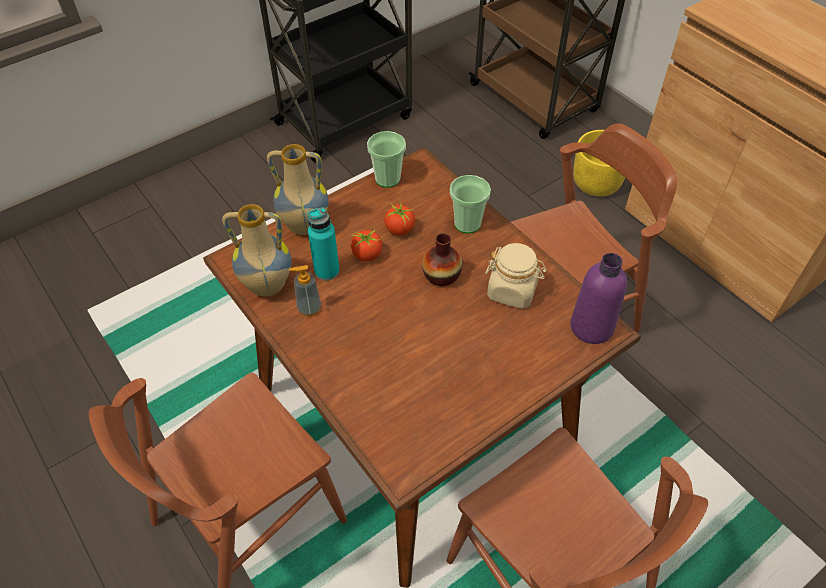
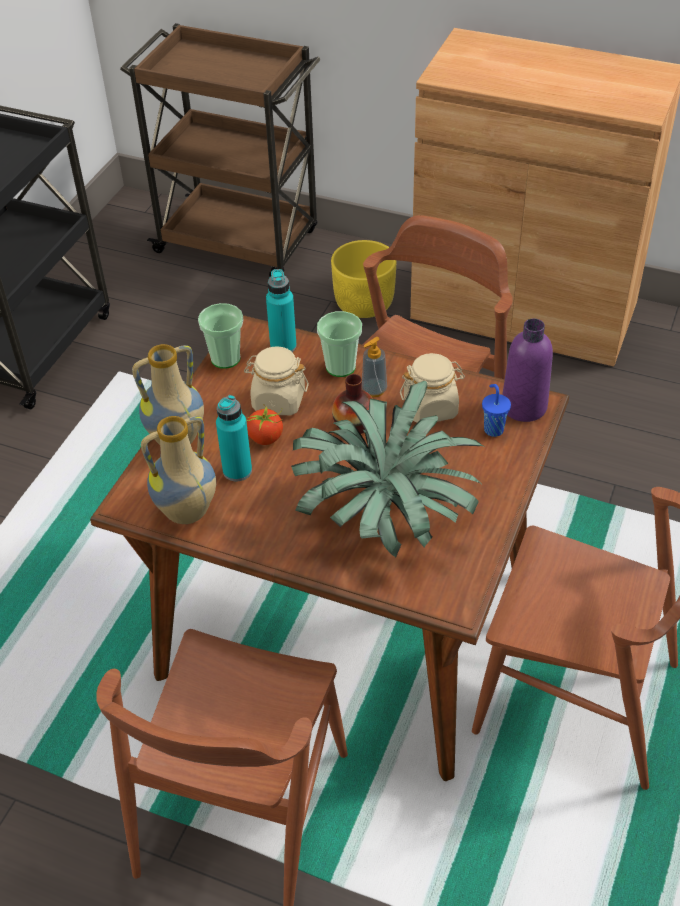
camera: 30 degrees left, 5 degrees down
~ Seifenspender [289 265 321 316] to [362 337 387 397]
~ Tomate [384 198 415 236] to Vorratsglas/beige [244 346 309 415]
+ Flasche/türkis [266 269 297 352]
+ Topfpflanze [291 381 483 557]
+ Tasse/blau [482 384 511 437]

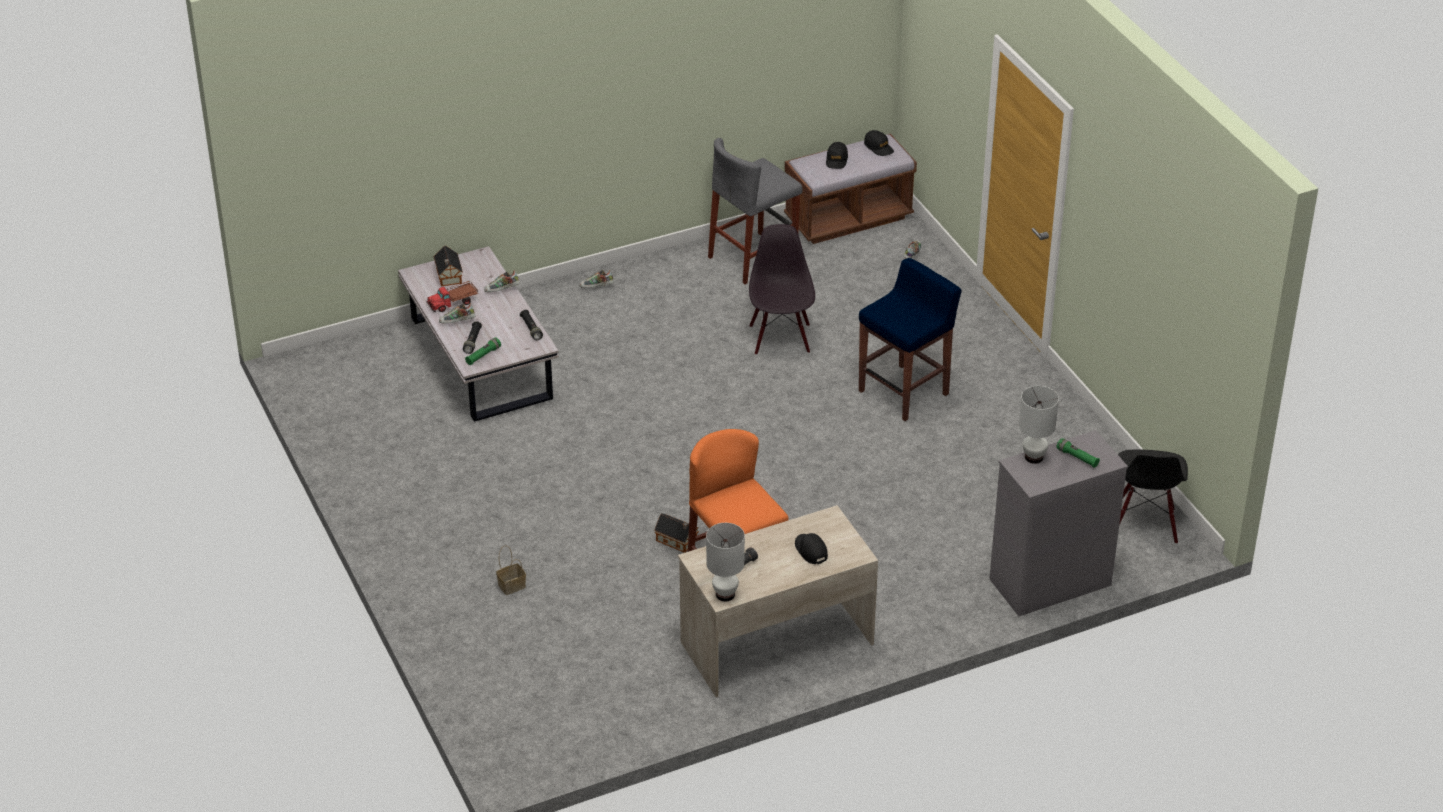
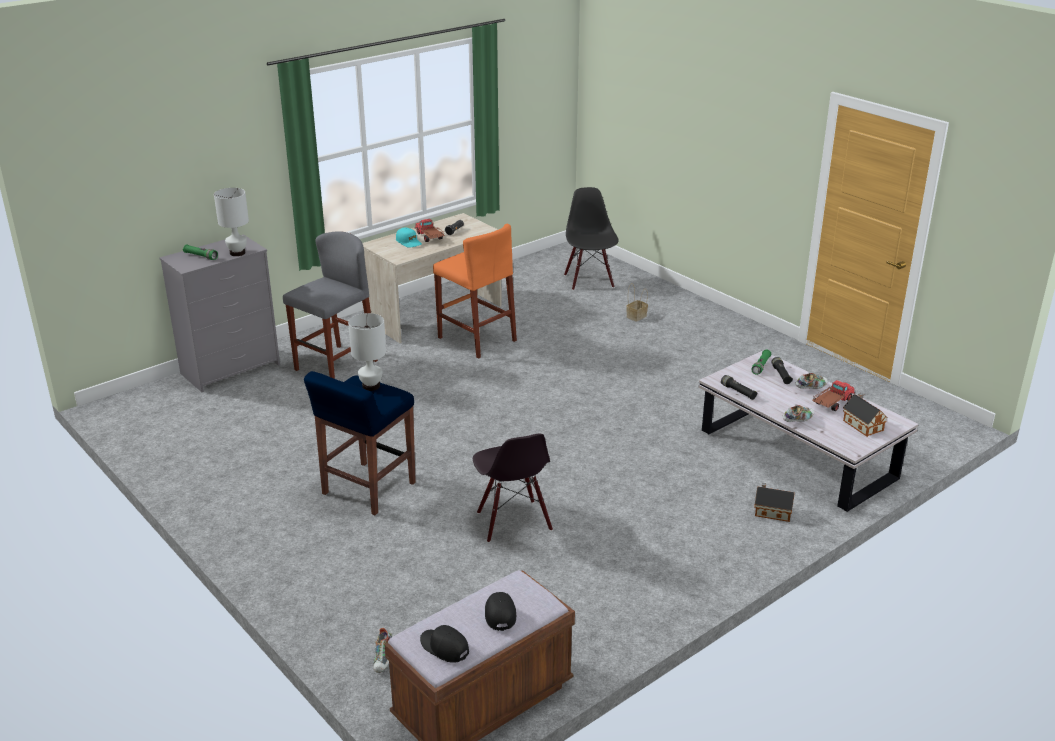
camera: 165 degrees right, 10 degrees down
- Schuh [579 270 614 288]
~ Spielzeughaus [654 513 699 553] to [754 483 795 522]
~ Tischlampe/weiß [706 523 745 602] to [348 313 386 391]
~ Hocker/grau [708 138 803 284] to [283 231 378 379]
~ Kappe/schwarz [795 533 828 564] to Kappe/türkis [396 228 422 248]
~ Stuhl/schwarz [1118 449 1188 544] to [564 187 619 290]
+ Spielzeuglaster [415 219 445 242]

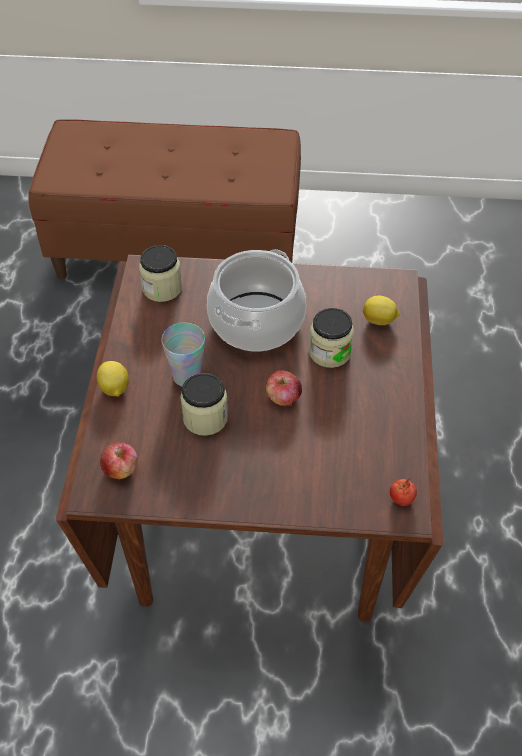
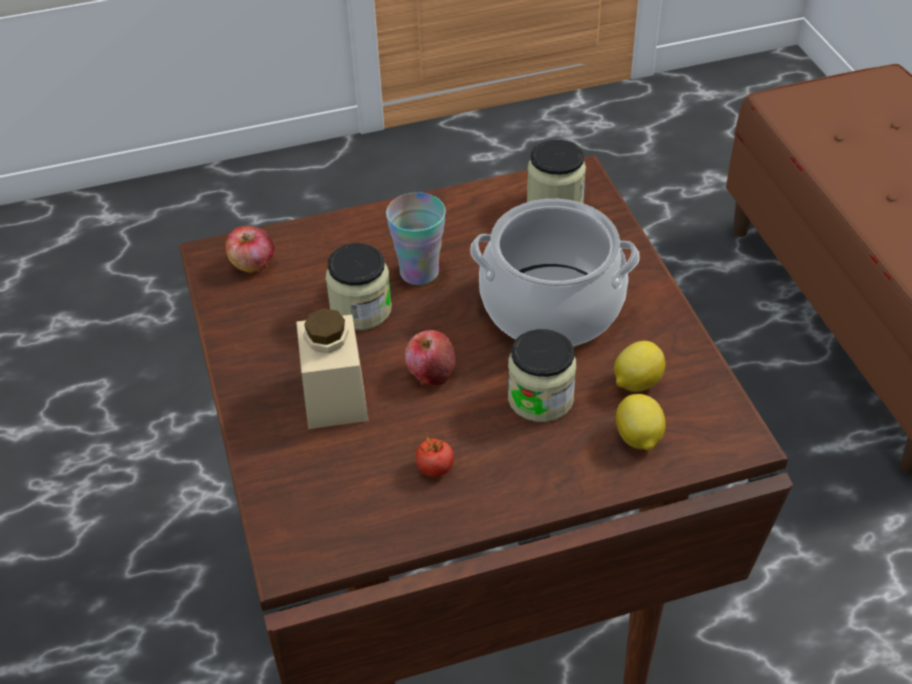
camera: 70 degrees right, 5 degrees down
~ Zitrone [97 361 129 397] to [614 341 666 392]
~ Tomate [390 477 417 506] to [416 436 454 477]
+ Vorratsglas/beige [296 308 369 429]

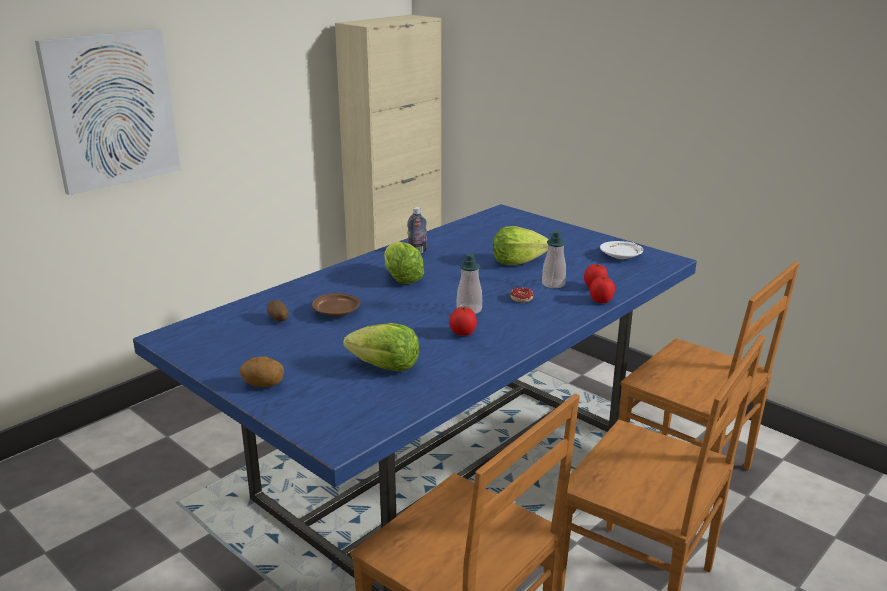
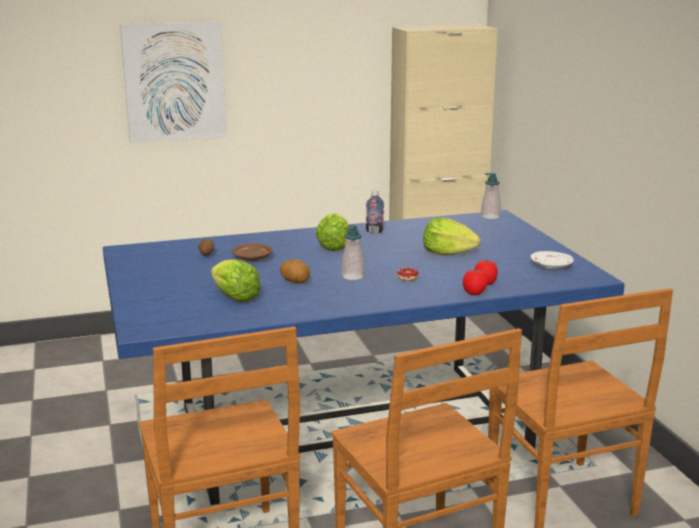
camera: 30 degrees right, 5 degrees down
~ Kartoffel [240 356 284 387] to [280 259 310 283]
- Tomate [449 307 477 336]
~ Seifenspender [542 231 566 288] to [481 173 501 219]

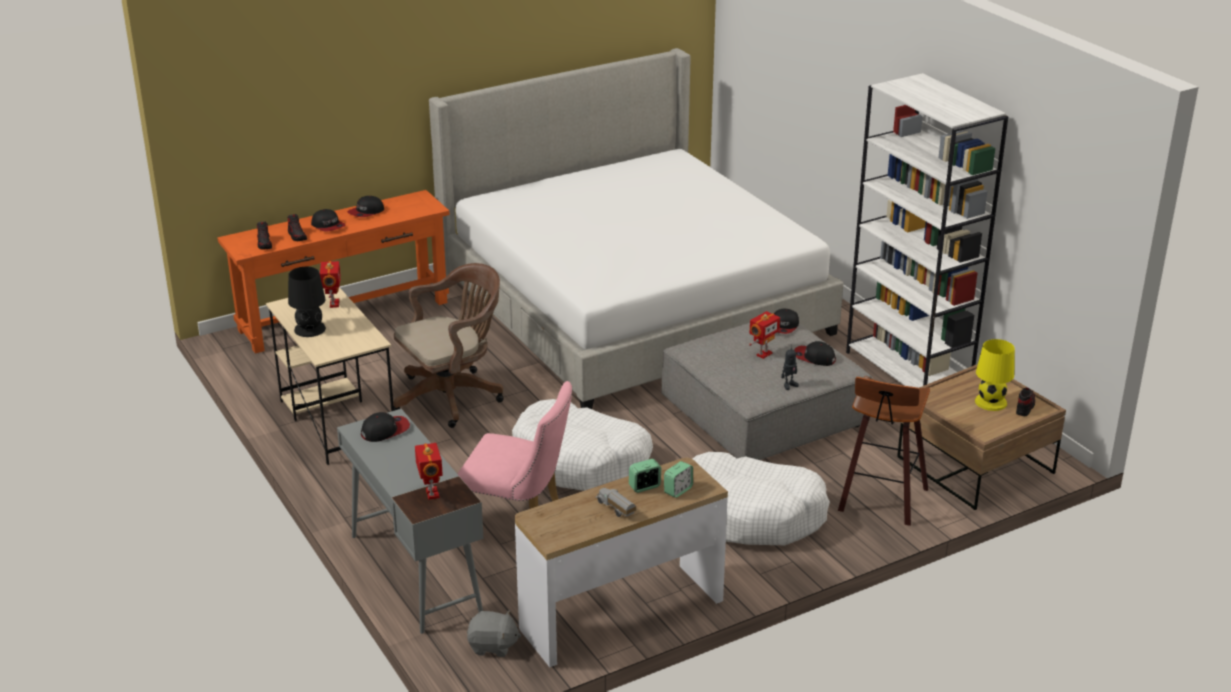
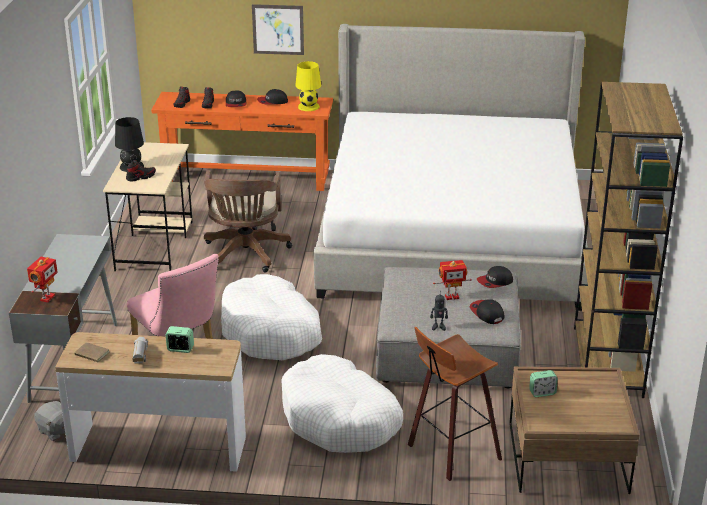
camera: 35 degrees right, 0 degrees up
- Spielzeugroboter [320 261 341 308]
- Kappe [361 412 410 442]
~ Bürostuhl/braun [394 263 503 428] = [204 170 292 272] 90 degrees clockwise
~ Wecker [664 461 693 498] to [529 370 558 397]
~ Bücherregal/weiß [846 73 1008 388] to Bücherregal/braun [574 82 683 398]
~ Tischlampe/gelb [975 339 1015 411] to [295 61 321 111]
~ Schuh [1016 387 1035 416] to [126 160 156 181]
+ Buch/braun [74 342 110 364]
+ Bild [252 4 304 55]

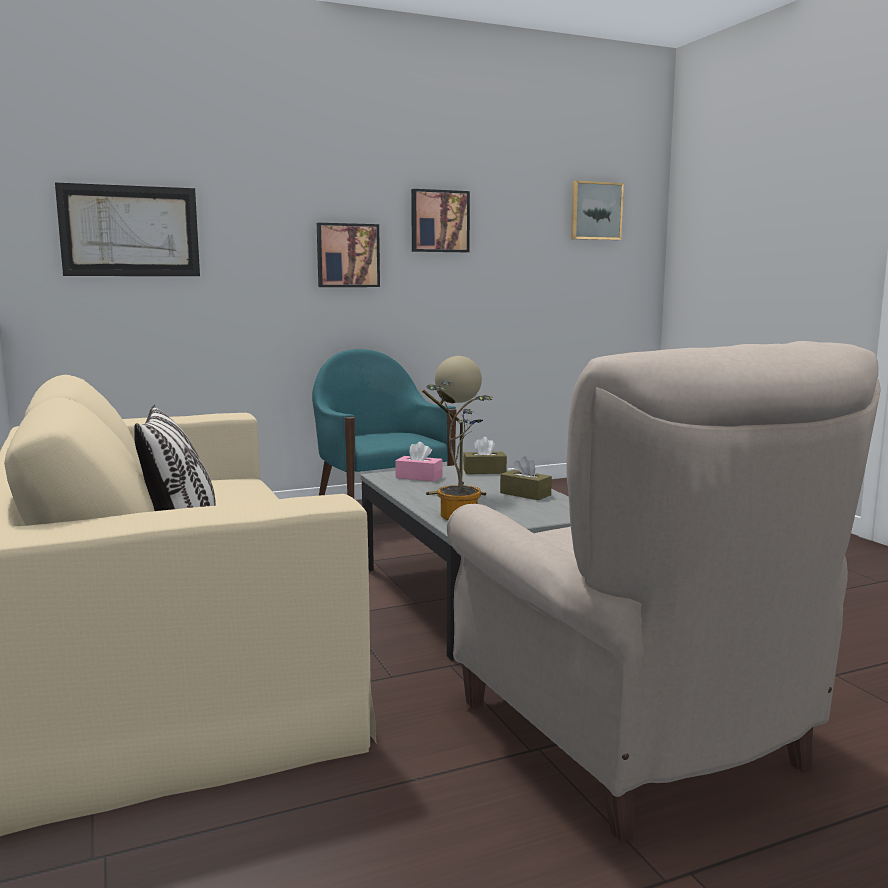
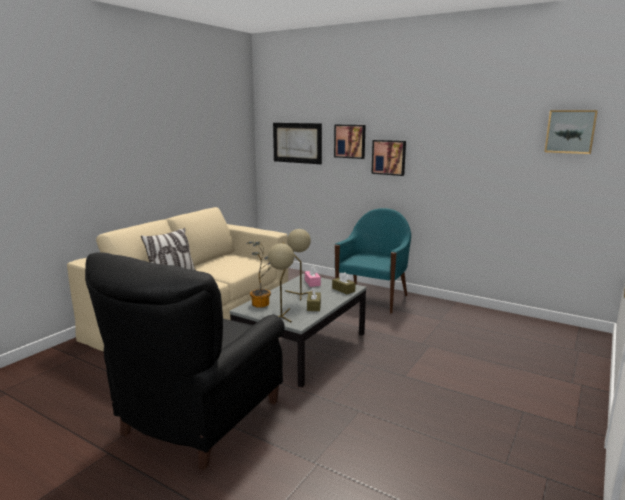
camera: 55 degrees right, 5 degrees up
~ Bild [411 189 470 252] to [334 124 366 159]
~ Sessel/beige [447 341 881 843] to Sessel/schwarz [85 252 285 470]
+ Tischlampe/beige [268 243 294 322]

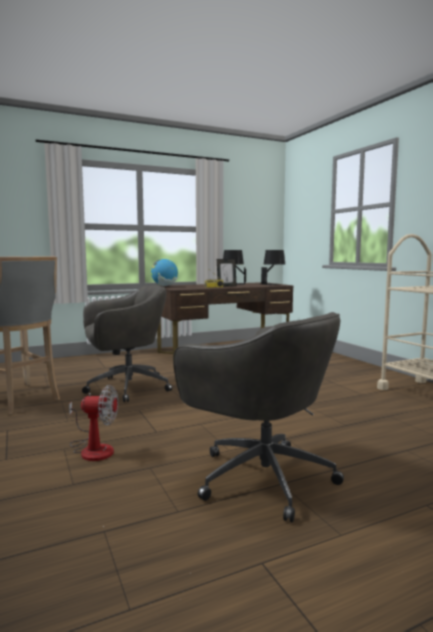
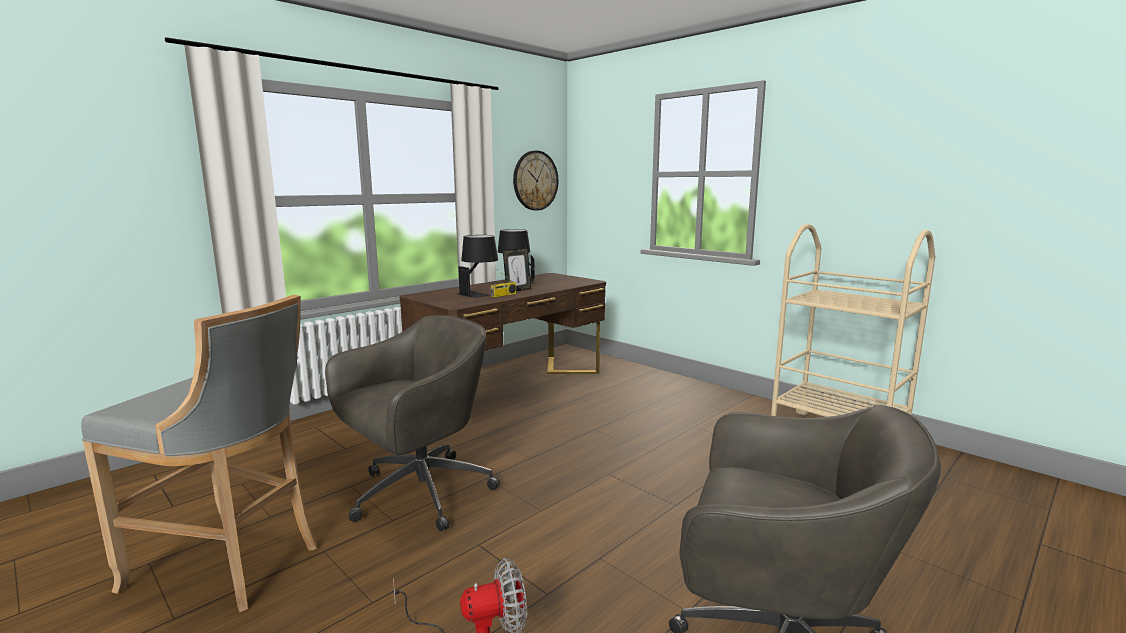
camera: 20 degrees left, 5 degrees up
- Globus [151 259 178 286]
~ Tischlampe/schwarz [261 250 285 285] to [456 235 498 298]
+ Wanduhr [513 151 558 211]

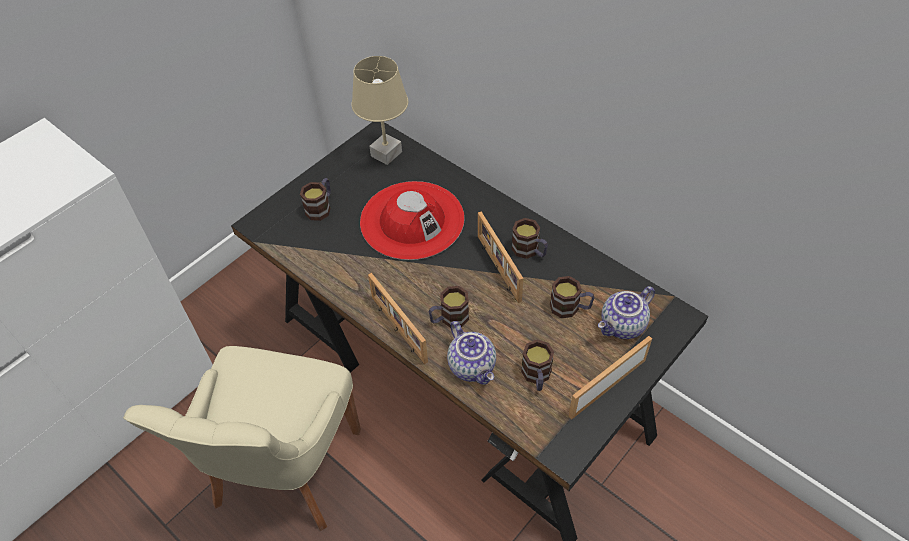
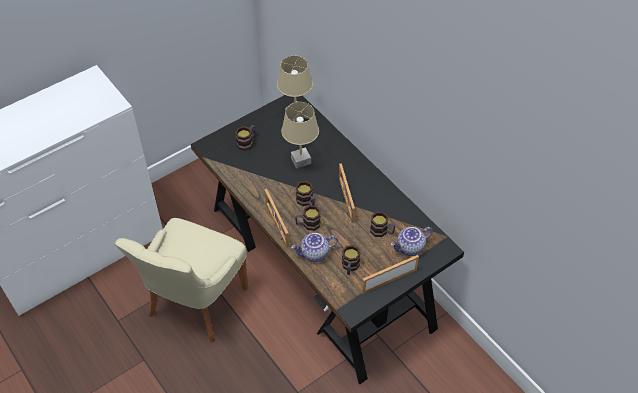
camera: 10 degrees right, 0 degrees up
~ Hut/rot [360 181 465 260] to Tischlampe/beige [281 102 319 168]
~ Teekanne [447 321 496 385] = [291 233 338 262] 90 degrees clockwise
~ Henkelbecher [511 218 548 259] to [296 181 315 206]

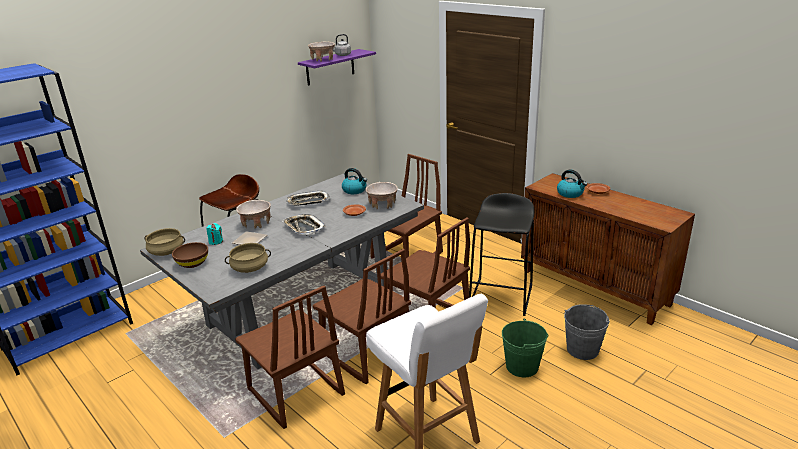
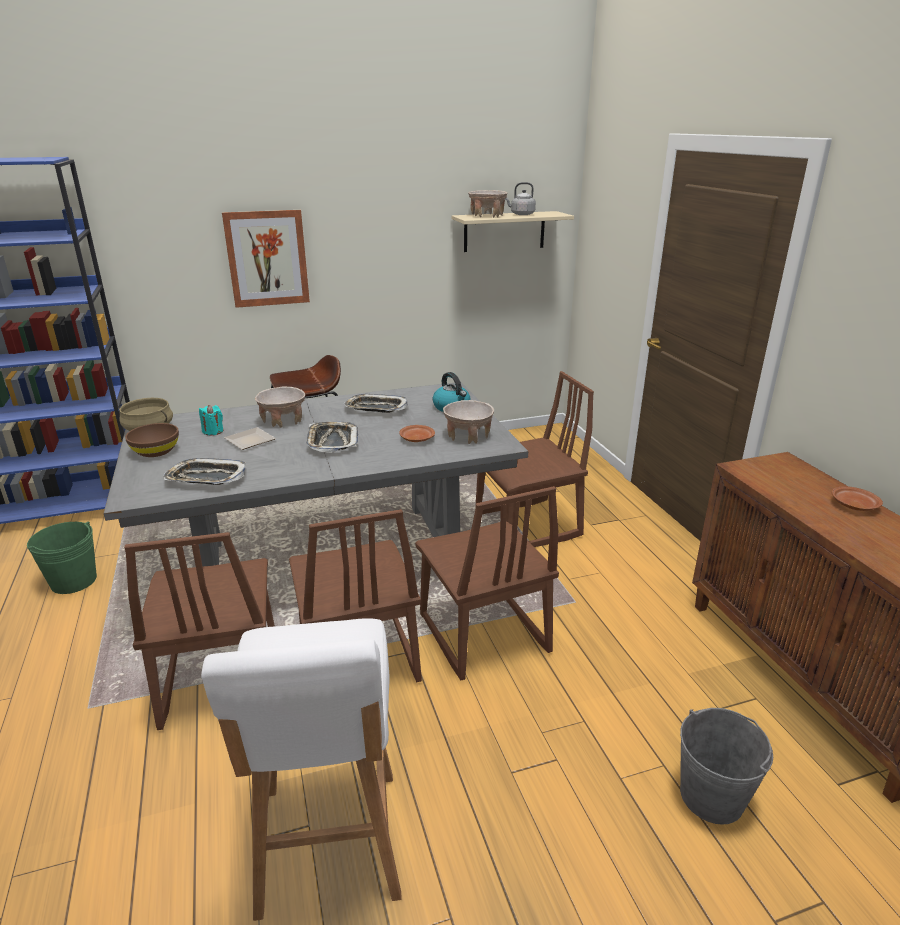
camera: 25 degrees right, 0 degrees up
~ Kochtopf/beige [225 243 271 273] to Tablett [164 458 246 485]
~ Wandregal/lila [298 49 376 86] to Wandregal/beige [452 211 574 252]
- Hocker/schwarz [469 193 534 316]
~ Eimer/grün [502 319 549 377] to [27 521 97 594]
- Wasserkessel [557 170 587 198]
+ Bild [222 210 310 308]

